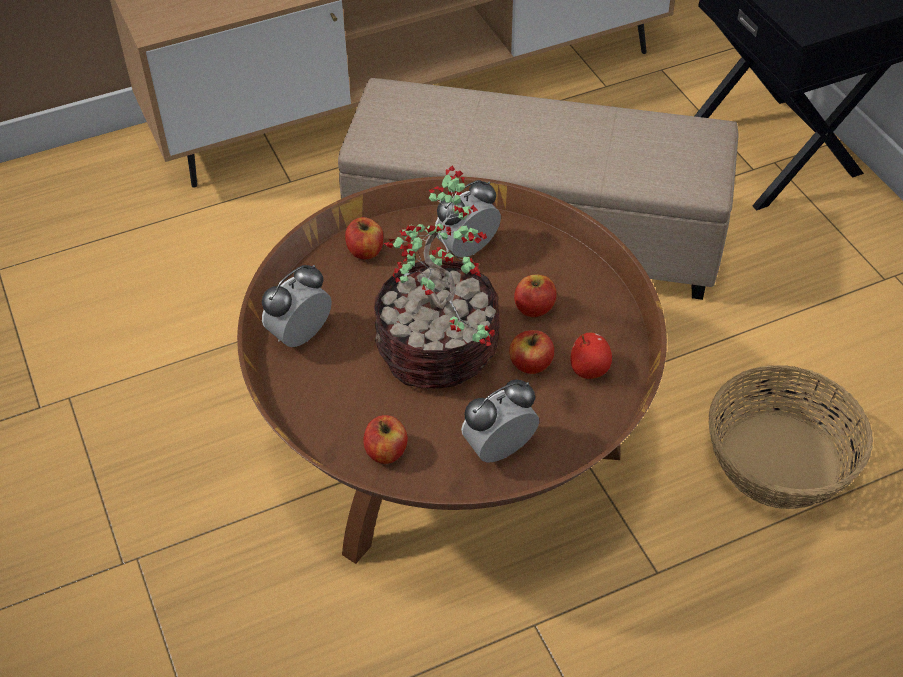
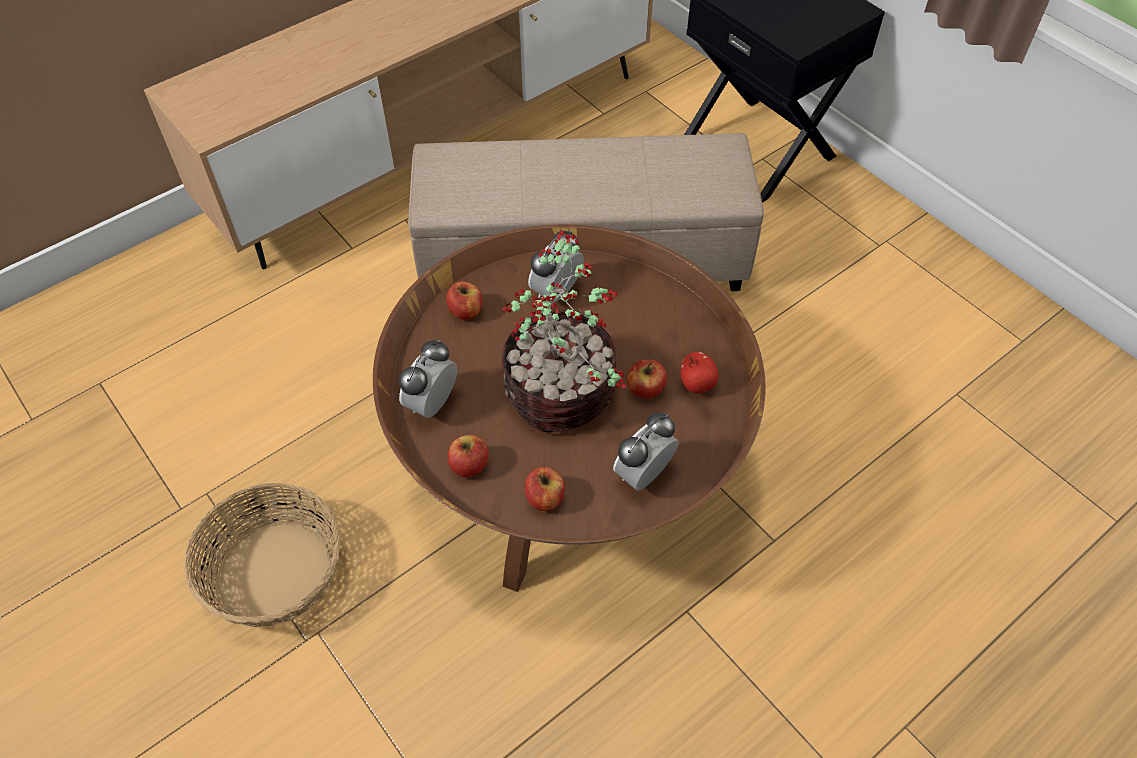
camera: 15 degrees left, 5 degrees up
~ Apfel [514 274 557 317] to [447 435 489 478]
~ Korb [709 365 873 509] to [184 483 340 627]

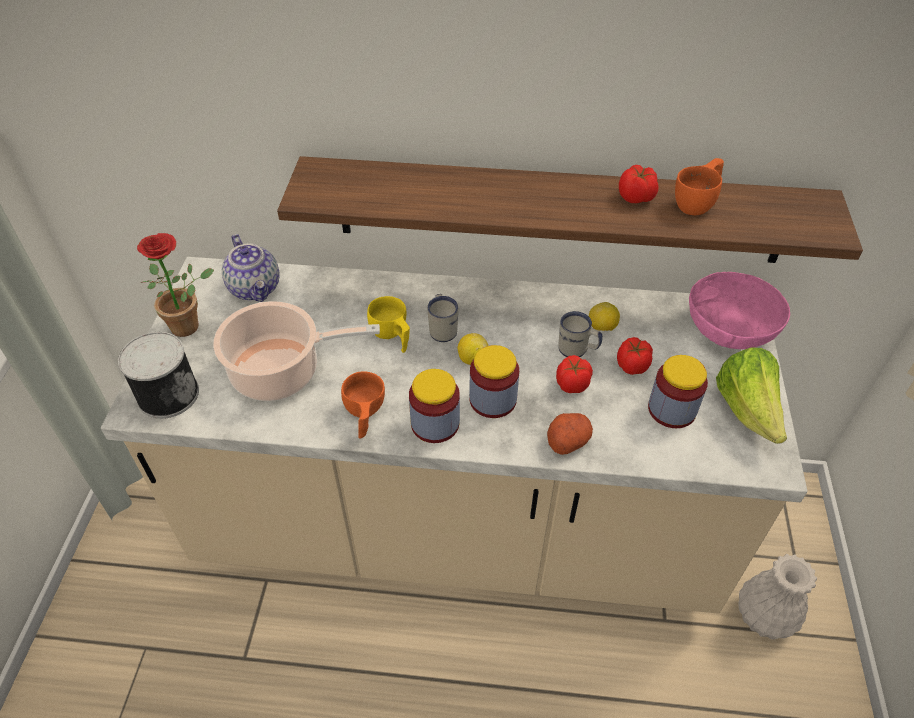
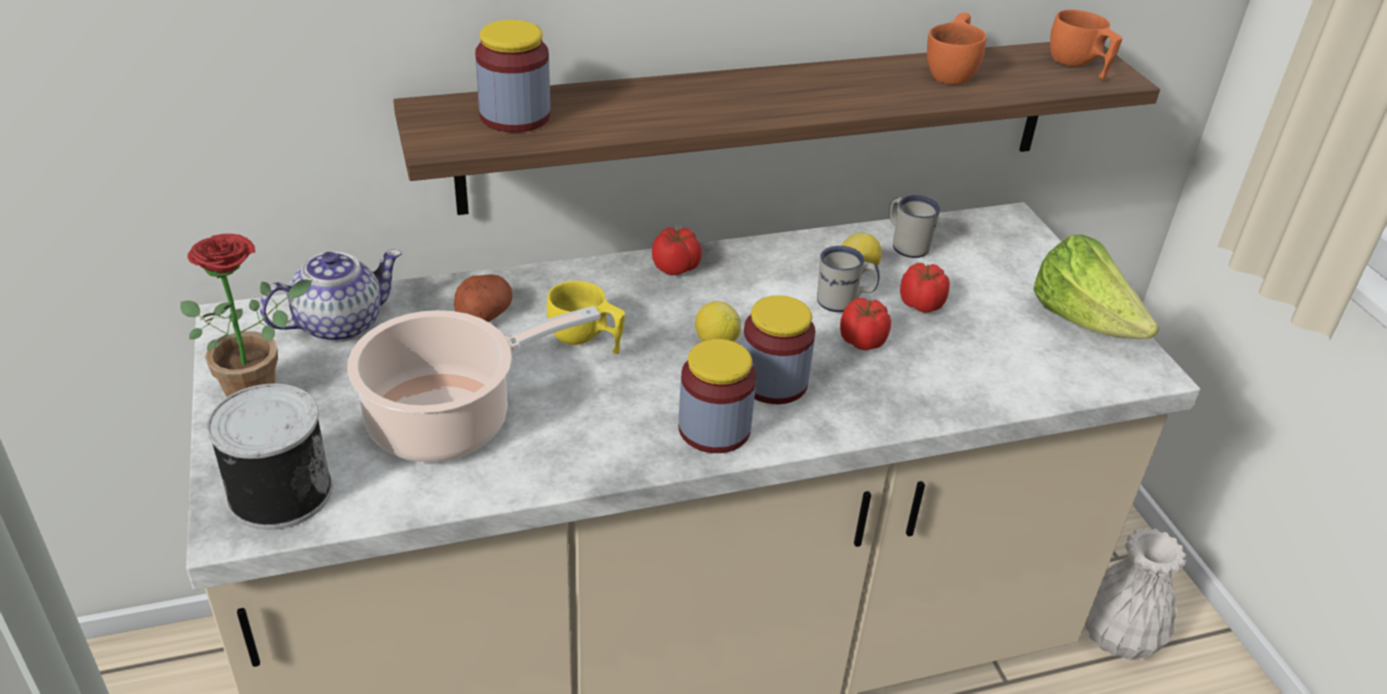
camera: 25 degrees left, 10 degrees down
~ Teekanne [222 234 280 302] = [260 249 402 342] 75 degrees counterclockwise
~ Tasse/orange [341 371 385 439] to [1050 10 1123 79]
~ Henkelbecher/weiß [427 294 458 342] to [889 195 940 258]
~ Kartoffel [547 413 593 455] to [454 274 512 322]
~ Tomate [619 165 659 203] to [652 227 702 275]
~ Vorratsglas [648 355 708 428] to [475 20 550 132]
- Schüssel/rosa [689 272 790 349]

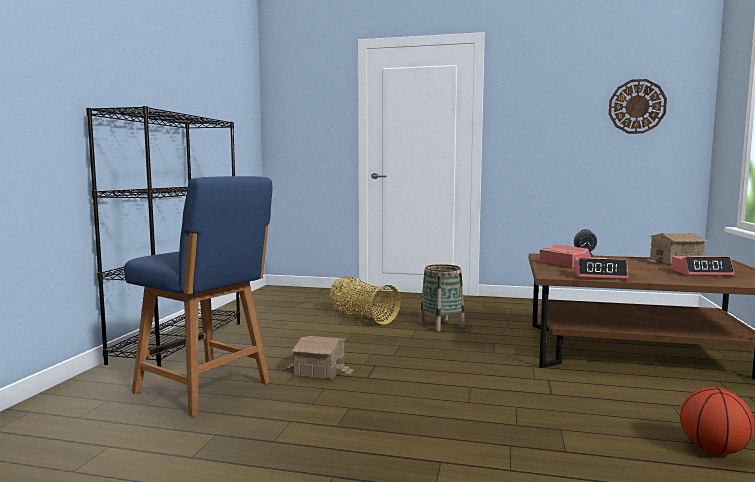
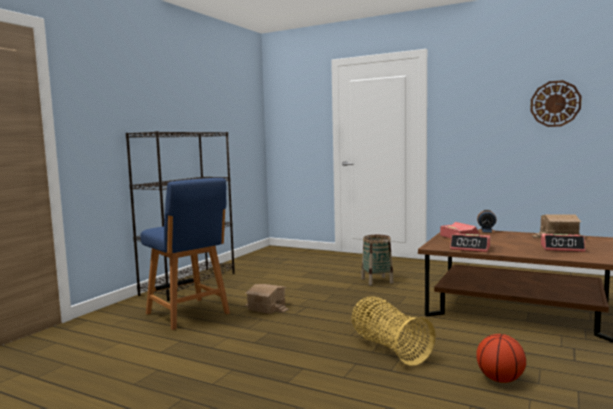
camera: 15 degrees right, 0 degrees up
~ Korb [330 276 401 325] to [352 296 436 366]

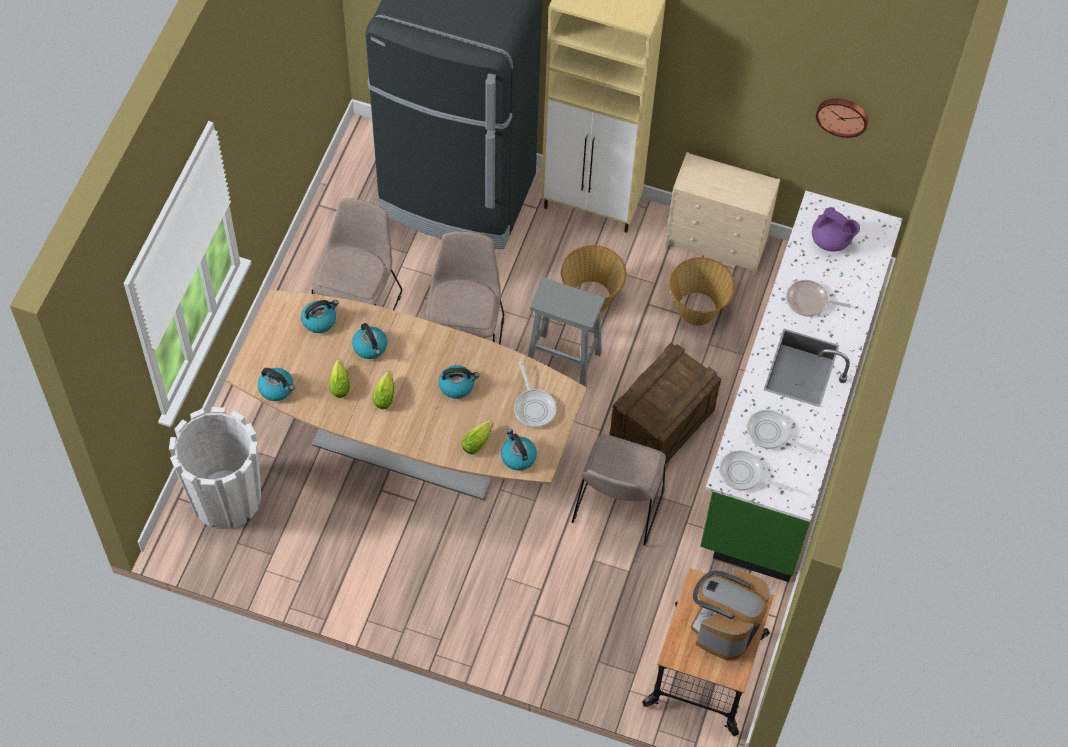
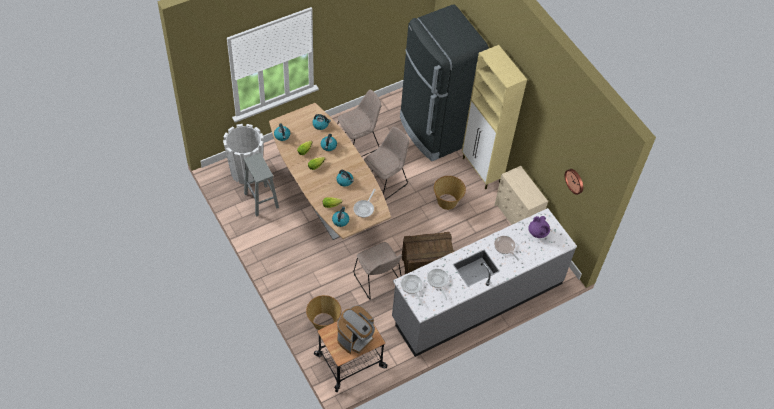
camera: 40 degrees right, 5 degrees down
~ Hocker/grau [528 277 605 387] to [244 153 279 217]
~ Stuhl/beige [572 434 666 546] = [354 242 402 299] 90 degrees counterclockwise
~ Korb [669 257 735 326] to [306 295 341 330]
~ Kaffeemaschine [690 568 770 660] = [337 306 375 354] 150 degrees clockwise
~ Küchenzeile/grün [700 191 903 582] to Küchenzeile/grau [392 208 577 357]

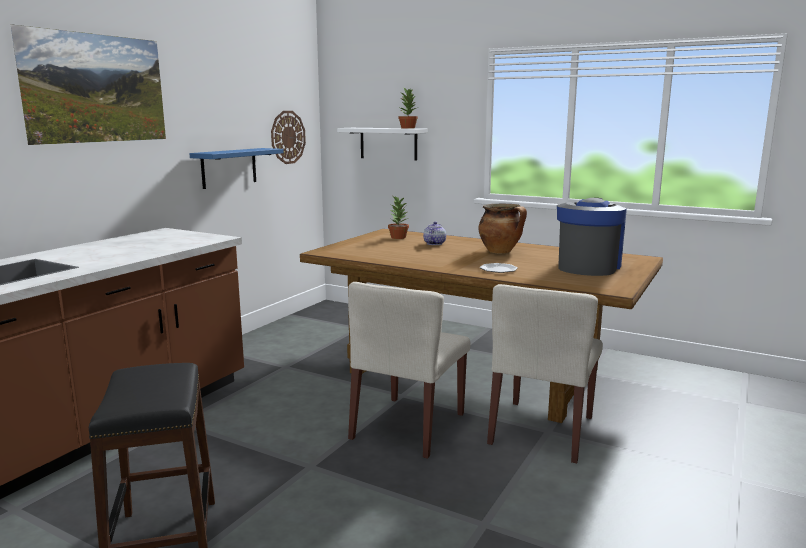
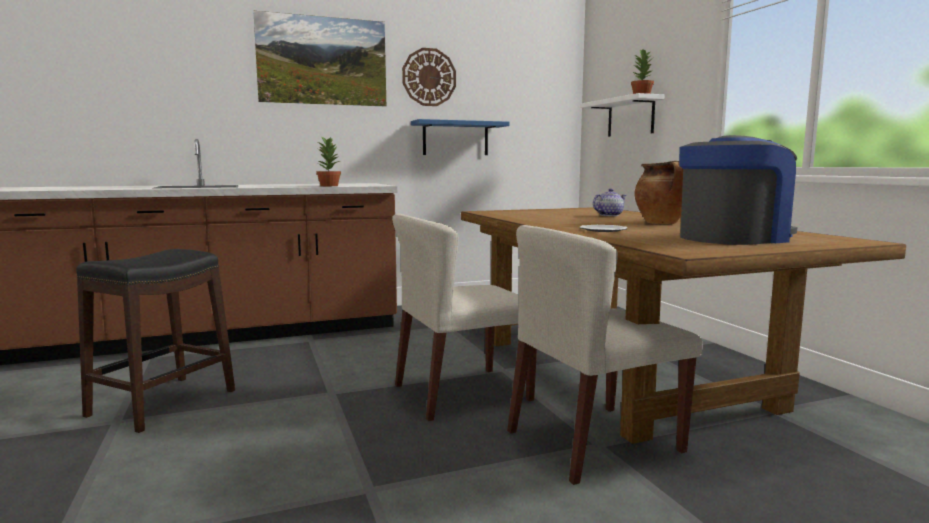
camera: 40 degrees right, 5 degrees down
~ Wanduhr [271 111 306 164] to [402 48 456 106]
~ Topfpflanze [388 196 409 239] to [316 136 341 186]

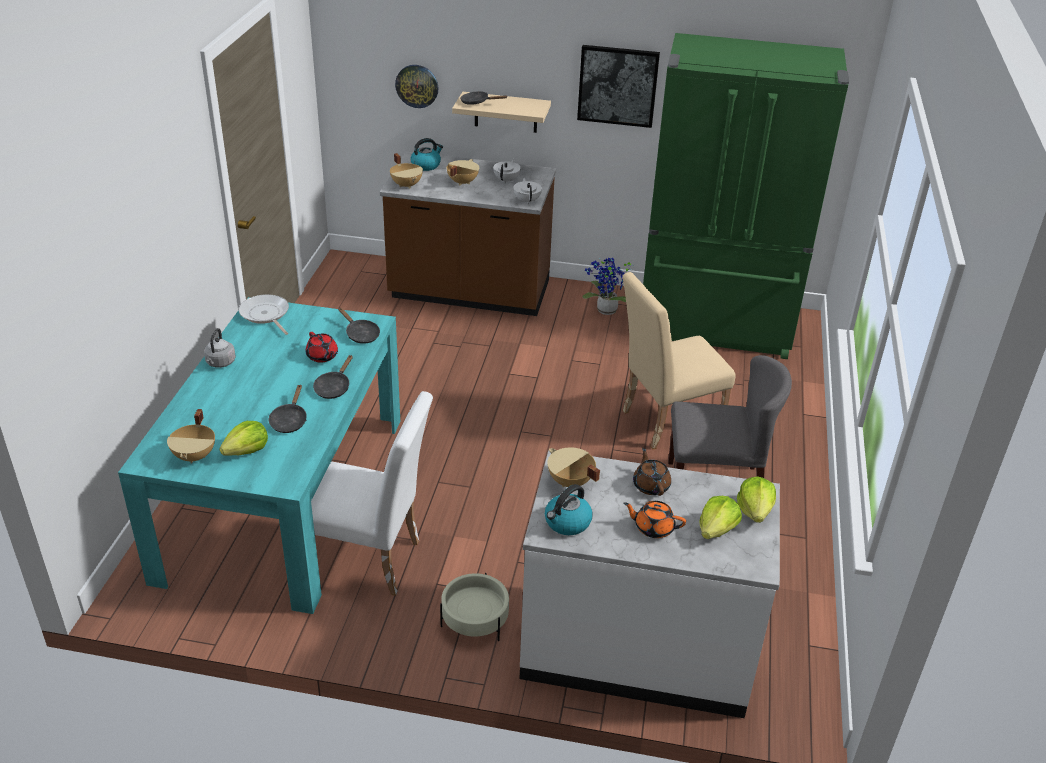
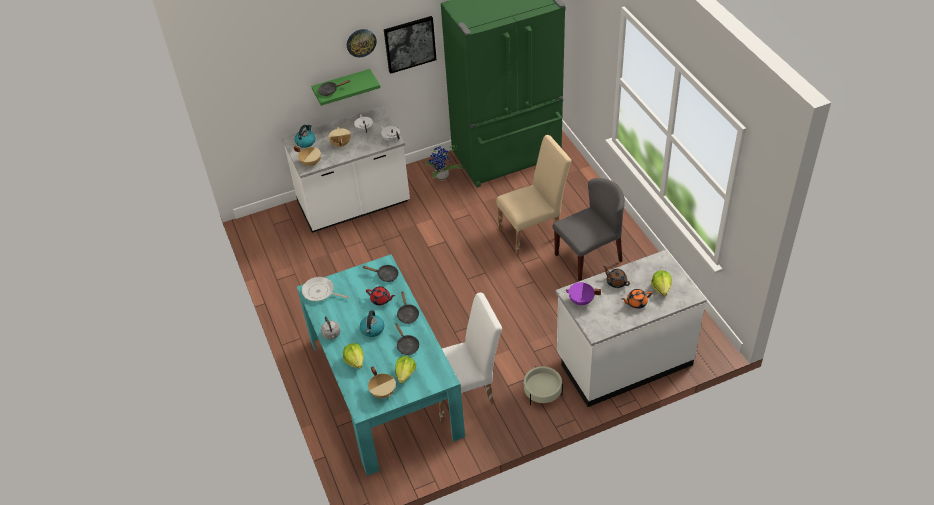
camera: 30 degrees left, 10 degrees up
~ Küchenzeile/braun [380 152 556 316] to Küchenzeile/weiß [281 106 410 233]
~ Wanduhr [395 65 439 108] to [347 29 377 57]
~ Wandregal/beige [452 92 551 133] to Wandregal/grün [311 69 380 106]
~ Wasserkessel [545 484 593 535] to [360 310 385 337]
~ Kochtopf/beige [547 448 600 487] to Kochtopf/lila [565 282 601 306]
~ Stuhl/beige [622 272 736 449] = [496 135 572 255] 150 degrees counterclockwise
~ Salatkopf [737 476 776 523] to [343 343 363 369]

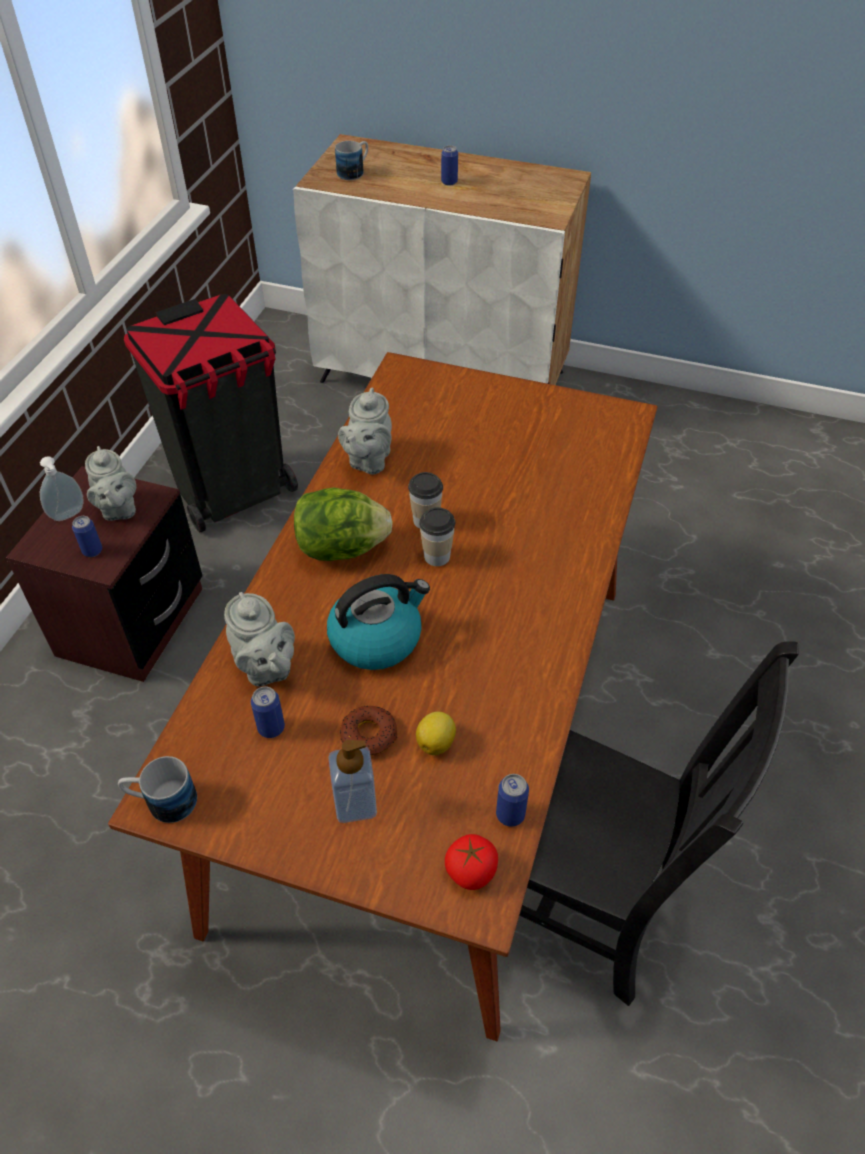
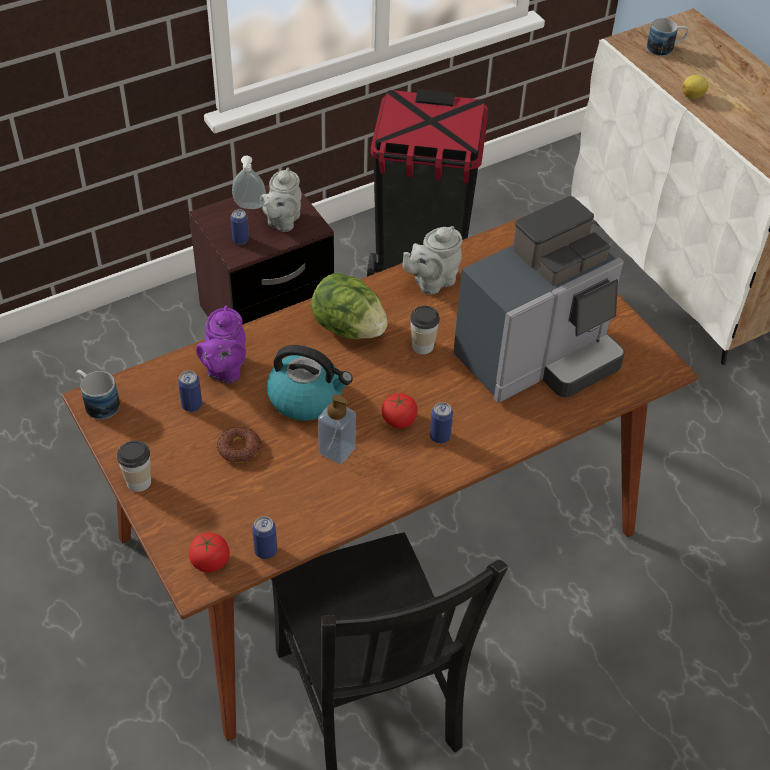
camera: 40 degrees right, 0 degrees up
~ Teekanne/grau [224 592 295 687] to Teekanne/lila [196 306 246 384]
~ Seifenspender [328 740 377 823] to [318 394 356 464]
~ Zitrone [416 712 456 755] to [682 75 708 99]
~ Tasse [419 507 455 566] to [117 440 151 492]
~ Dose [441 145 458 186] to [430 402 453 444]
+ Tomate [381 393 417 429]
+ Kaffeemaschine [453 196 625 403]

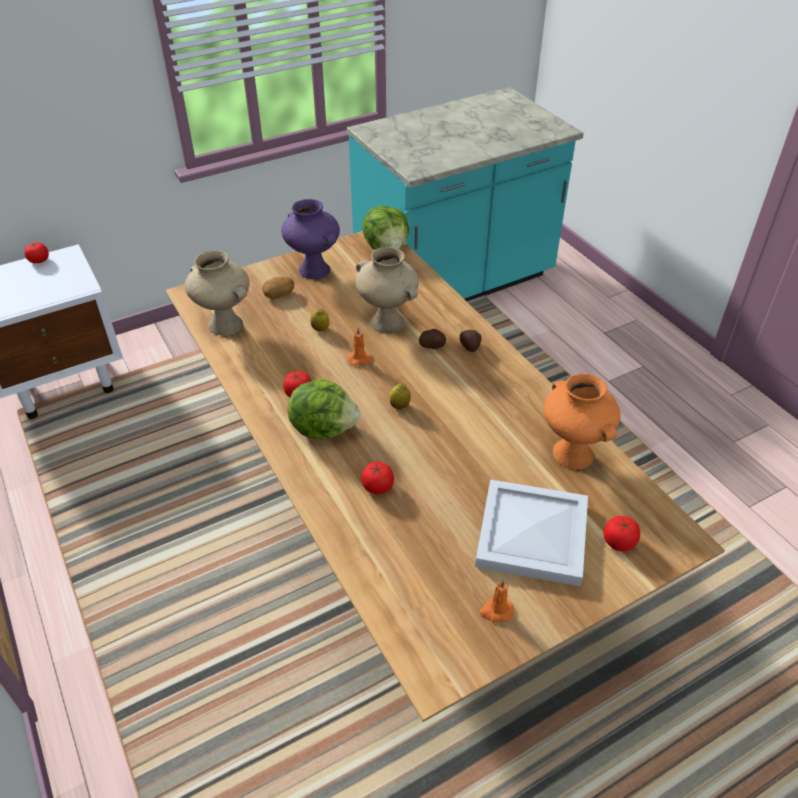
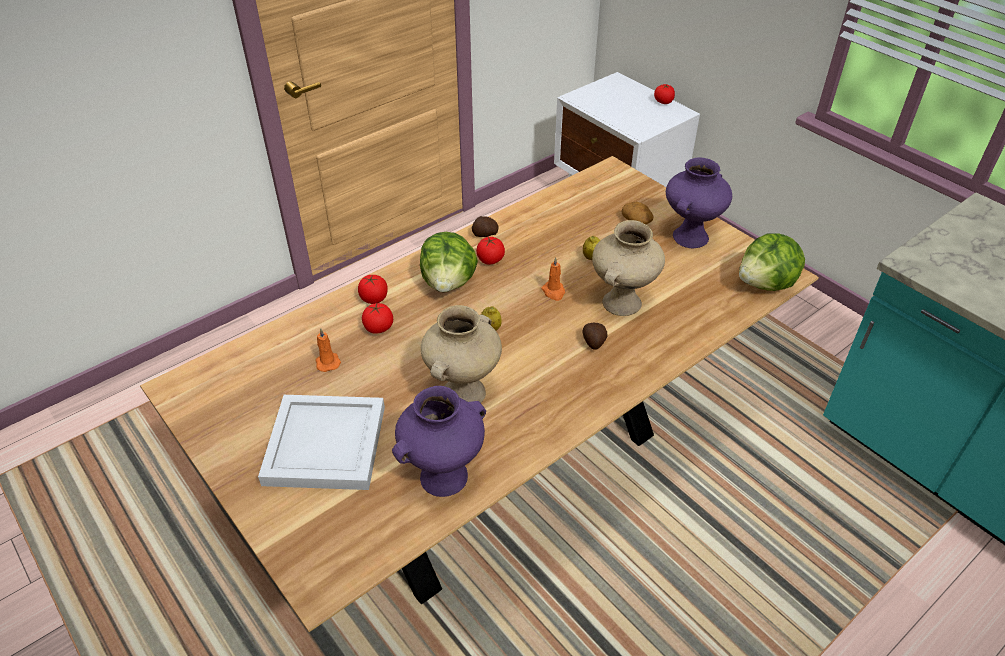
camera: 80 degrees right, 0 degrees up
~ Vase/beige [185 251 250 336] to [421 305 502 403]
~ Kartoffel [459 330 482 352] to [472 216 499 237]
~ Kerze/orange [480 579 514 622] to [316 328 341 372]
~ Vase/orange [544 373 621 469] to Vase/lila [392 386 486 497]
~ Tomate [604 516 640 551] to [358 274 388 304]

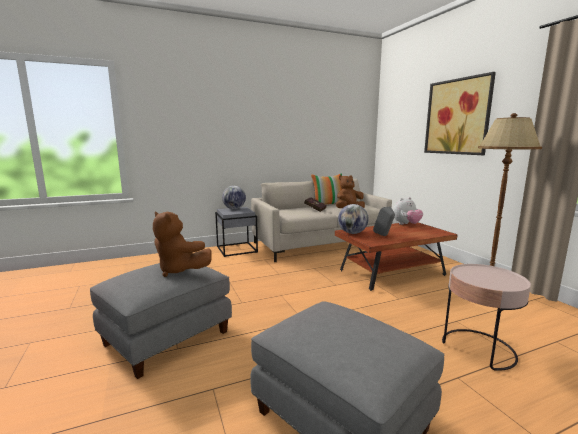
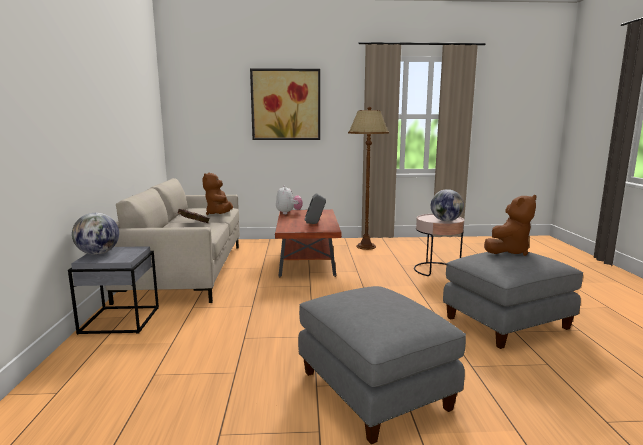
camera: 70 degrees left, 0 degrees up
~ Plüschtier/braun [153 212 212 277] to [484 195 536 256]
- Kissen [311 173 342 205]
~ Globus [338 204 369 234] to [431 189 464 221]

